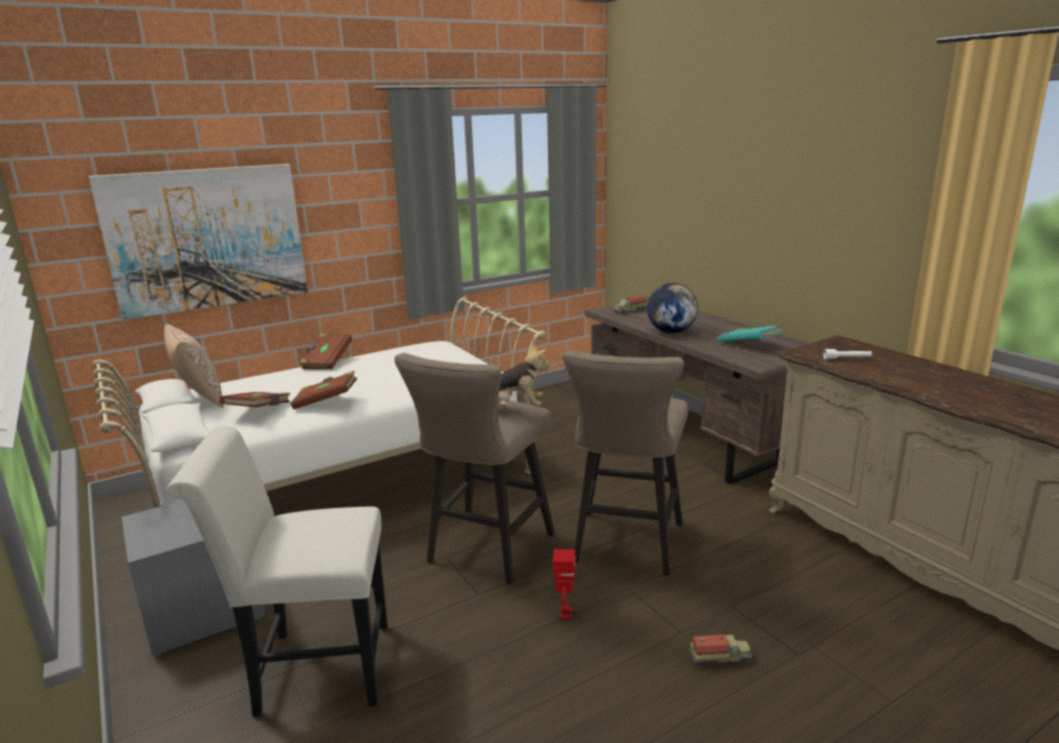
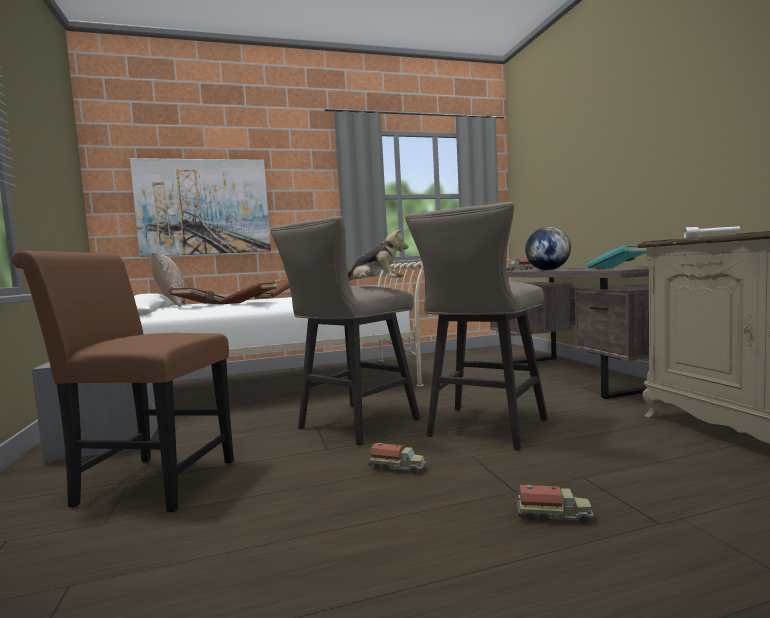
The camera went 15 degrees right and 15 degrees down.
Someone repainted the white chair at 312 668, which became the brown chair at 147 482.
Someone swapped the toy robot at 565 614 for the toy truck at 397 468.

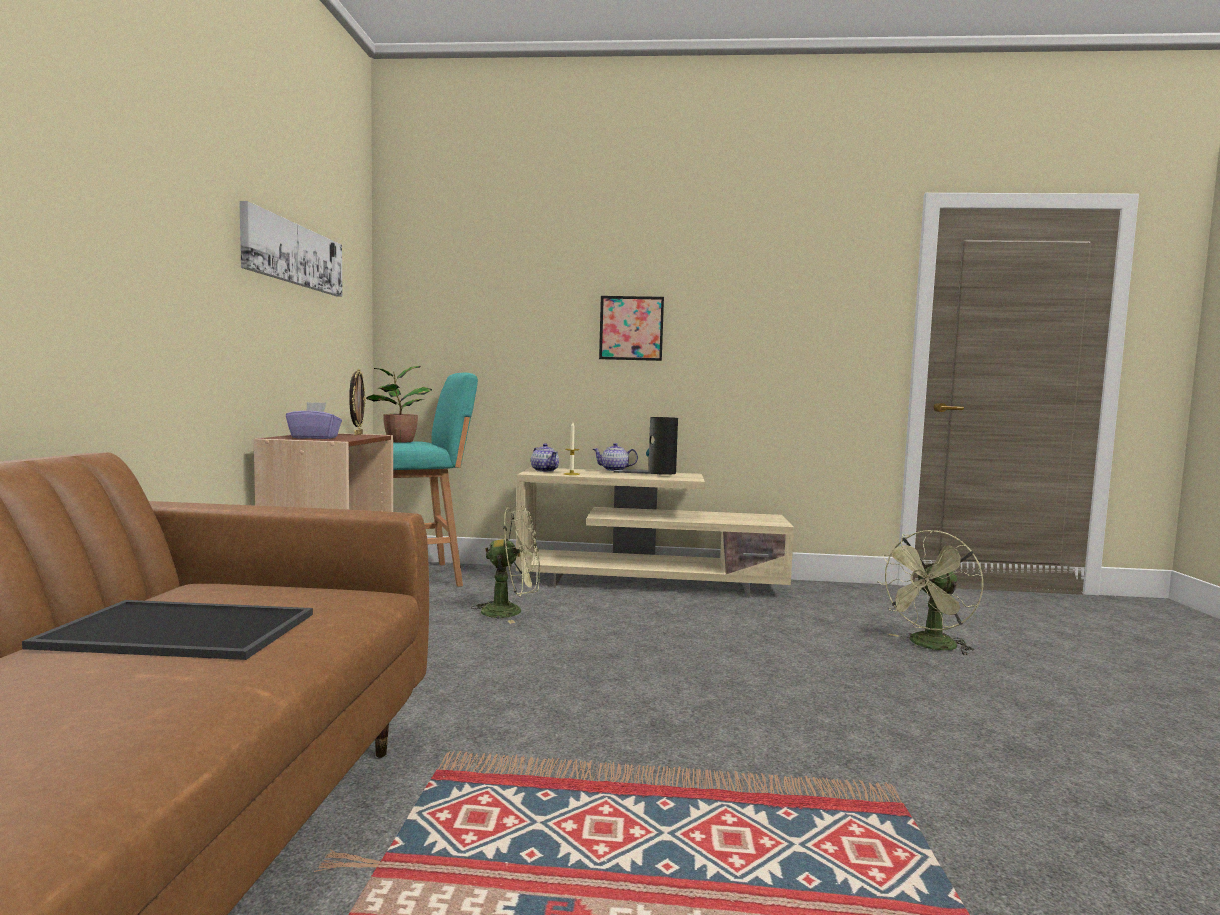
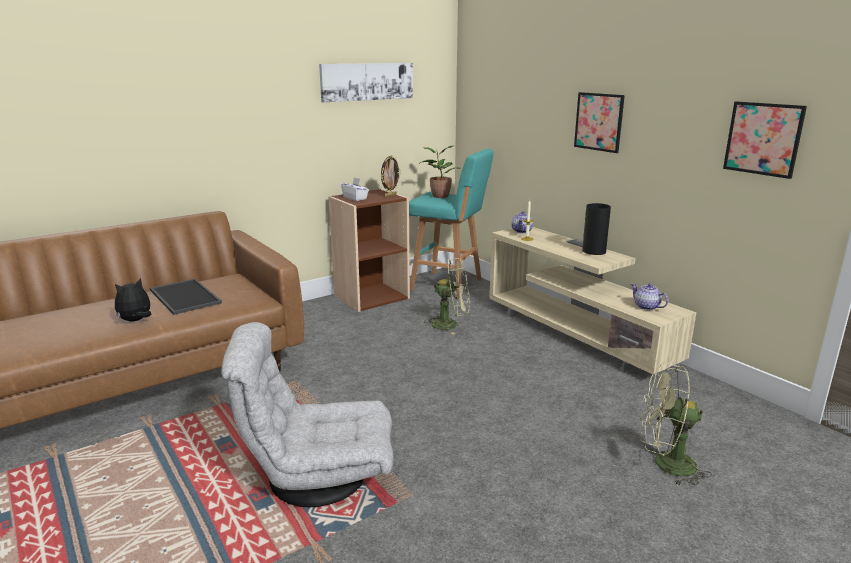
The camera went 50 degrees right and 15 degrees up.
Someone put down the plush toy at 136 321.
Someone put down the grey armchair at 319 474.
Someone repainted the purple tissue box at 315 438, which became the white tissue box at 355 198.
Someone rotated the green fan at 511 611 by 45 degrees counterclockwise.
Someone carried the teapot from 614 470 to 647 307.
Someone put up the picture at 763 139.

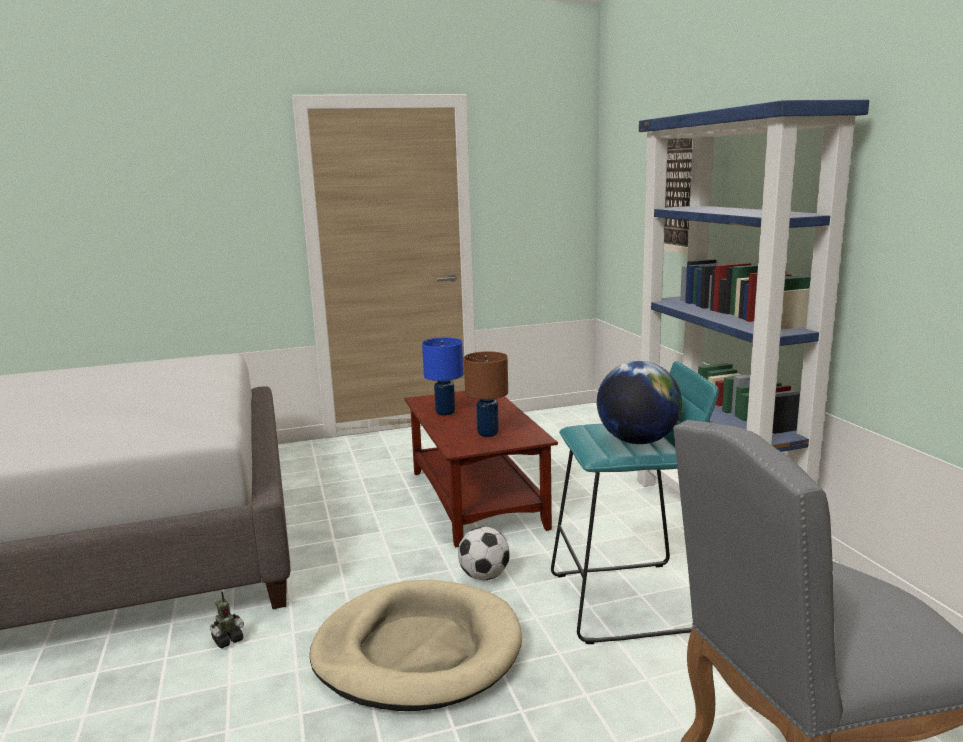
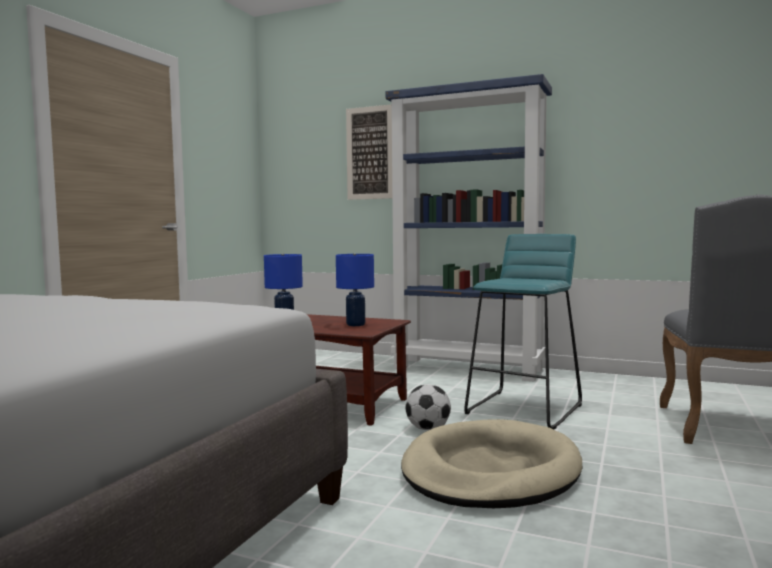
The camera went 50 degrees left and 10 degrees down.
Someone repainted the brown table lamp at 489 433, which became the blue table lamp at 356 325.
Someone took away the toy robot at 228 640.
Someone took away the globe at 637 441.

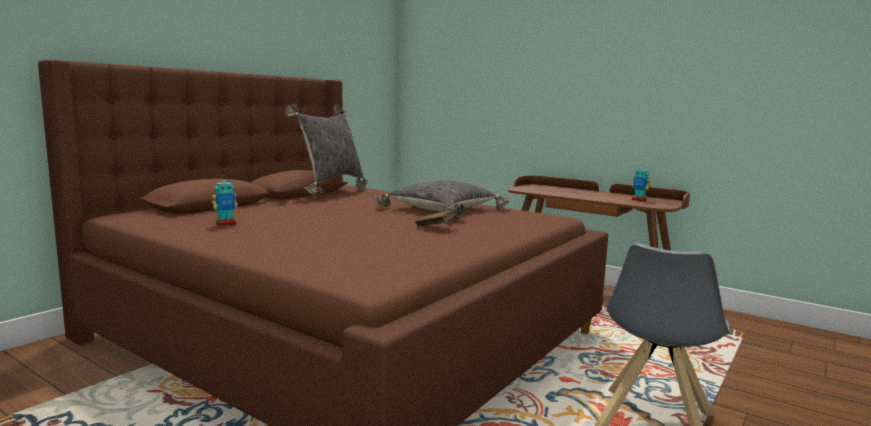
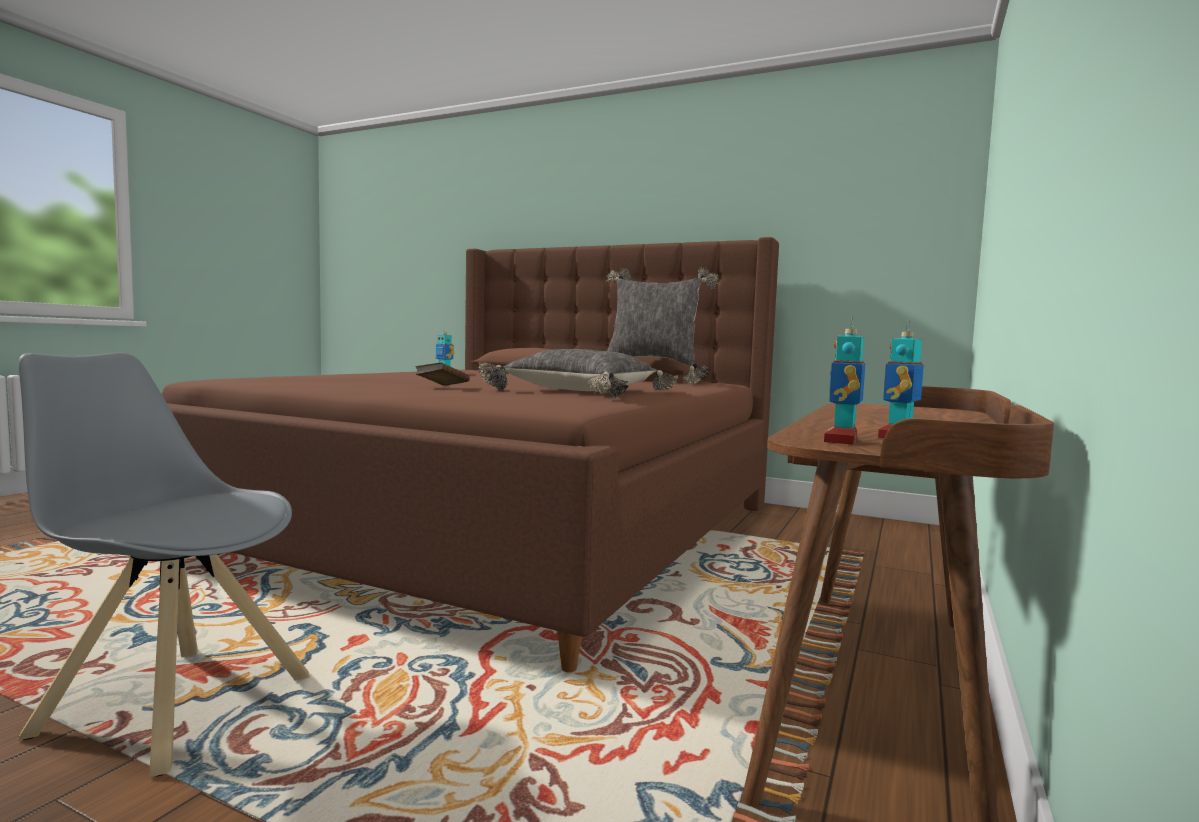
The camera went 80 degrees right and 5 degrees down.
Someone put down the toy robot at 842 441.

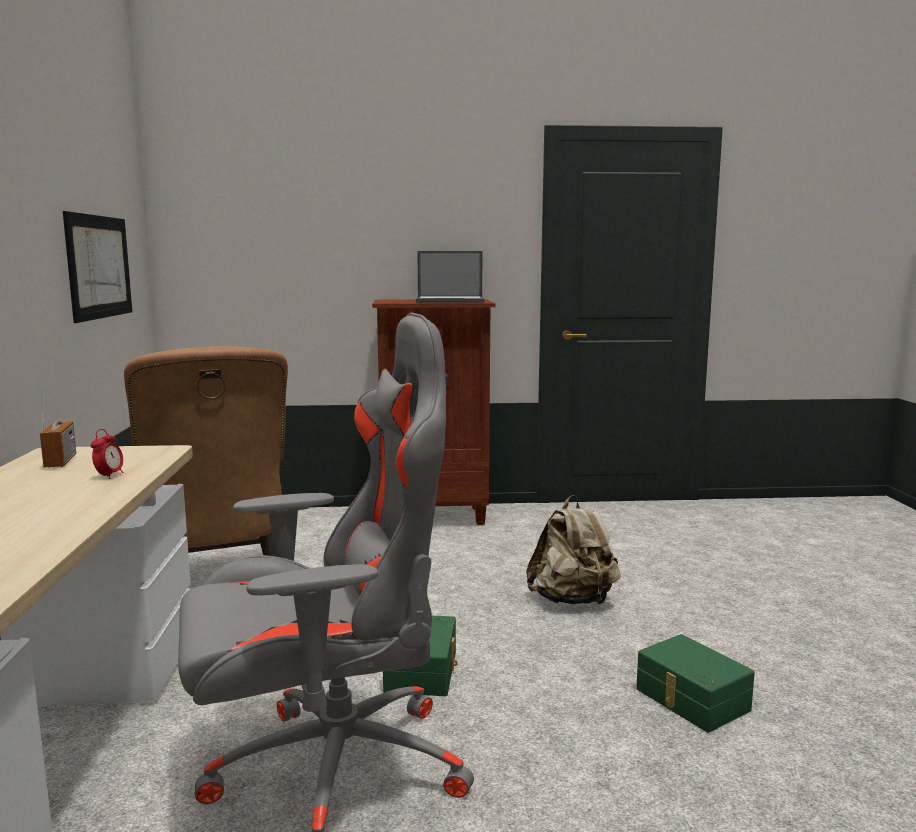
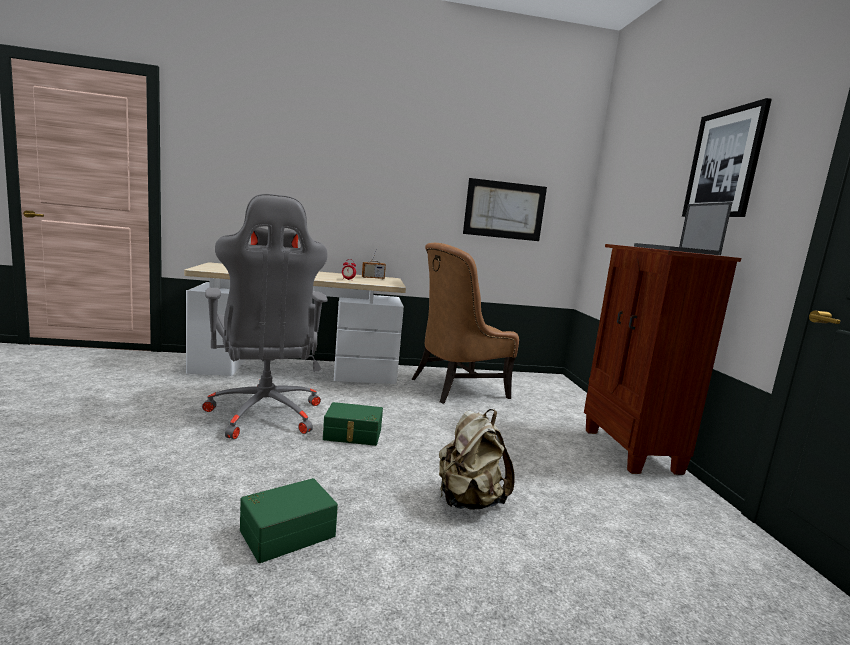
The camera went 85 degrees right and 0 degrees up.
Someone put up the picture at 724 164.

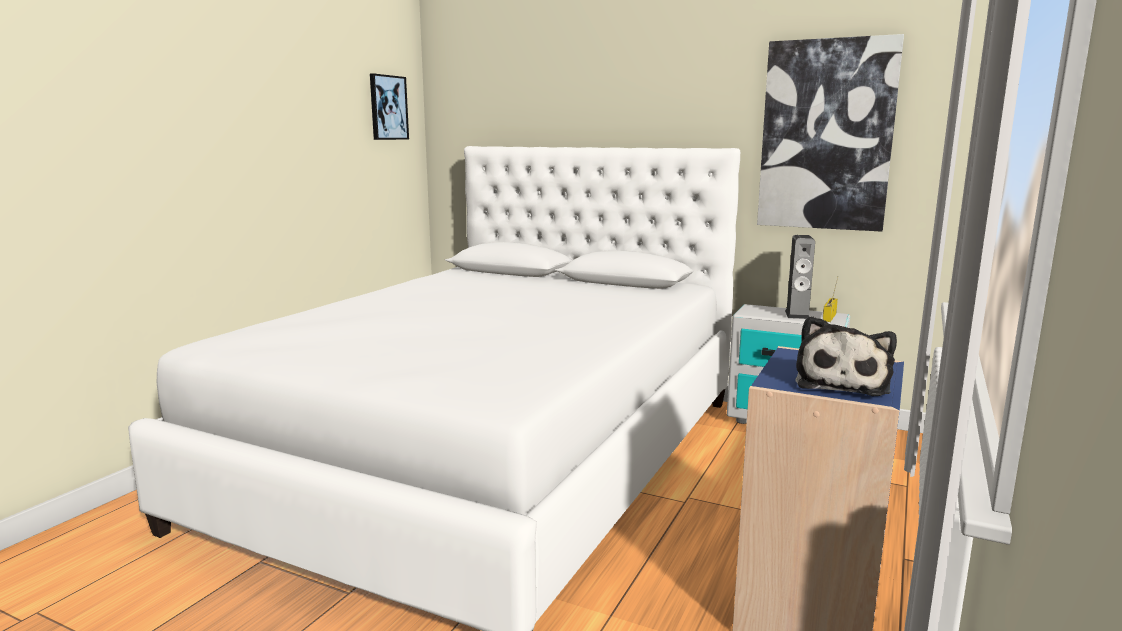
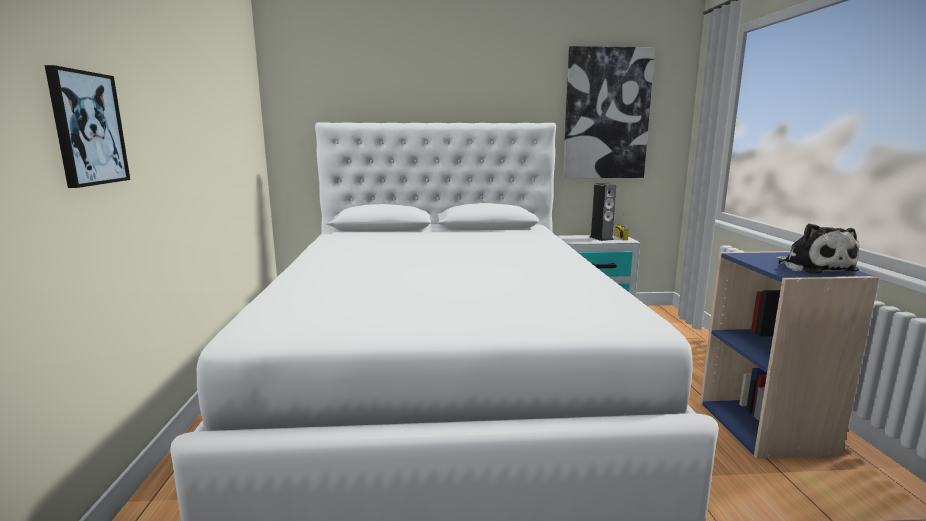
The camera went 30 degrees left and 0 degrees up.
Someone carried the picture from 388 107 to 87 128.

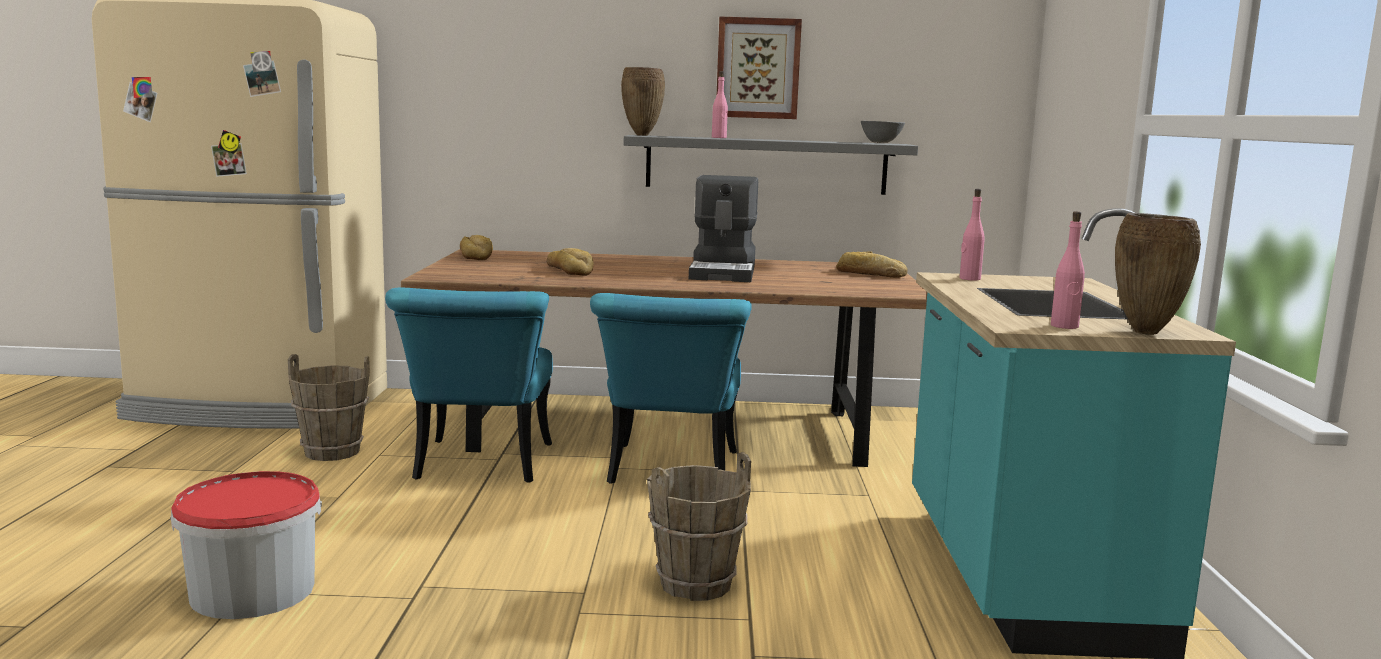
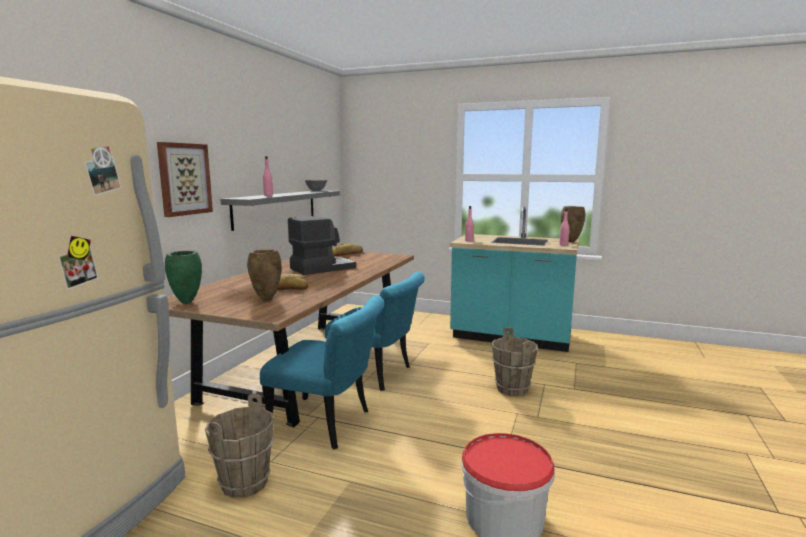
The camera went 70 degrees left and 0 degrees up.
Someone carried the picture from 758 68 to 184 179.
Someone swapped the bread at 475 255 for the green vase at 187 303.
Someone carried the brown vase from 642 135 to 266 299.
Someone rotated the coffee machine at 724 272 by 60 degrees counterclockwise.

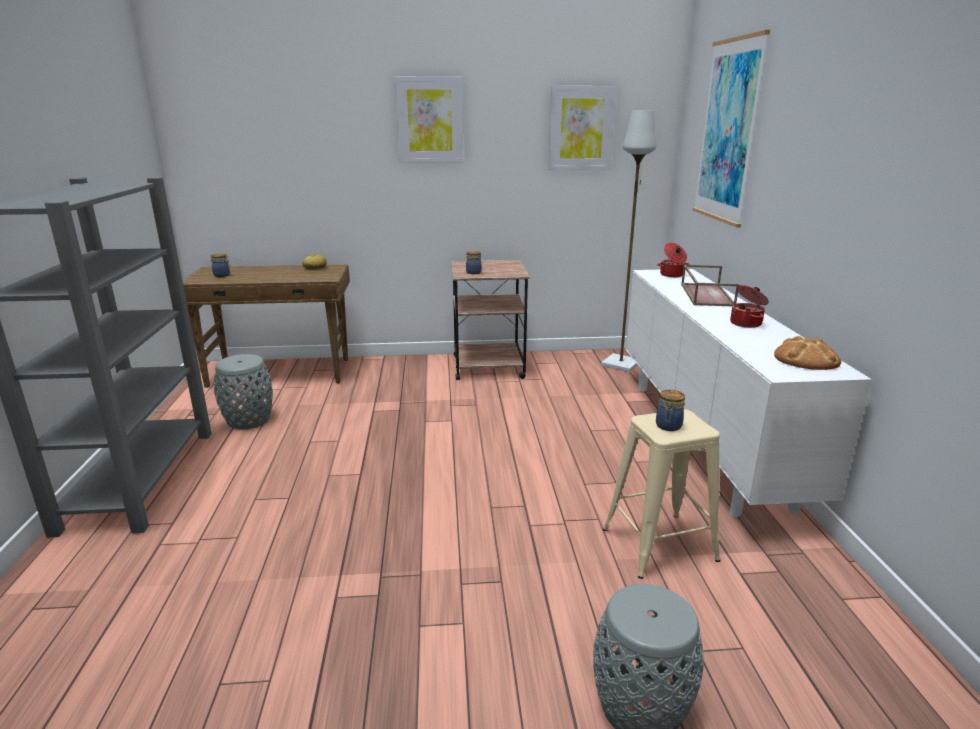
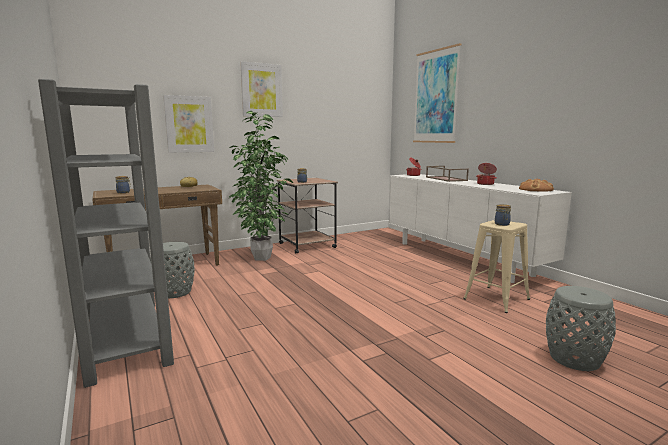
The camera went 25 degrees left and 10 degrees down.
Someone carried the picture from 581 128 to 189 124.
Someone put down the potted plant at 263 257.
Someone took away the grey floor lamp at 621 364.

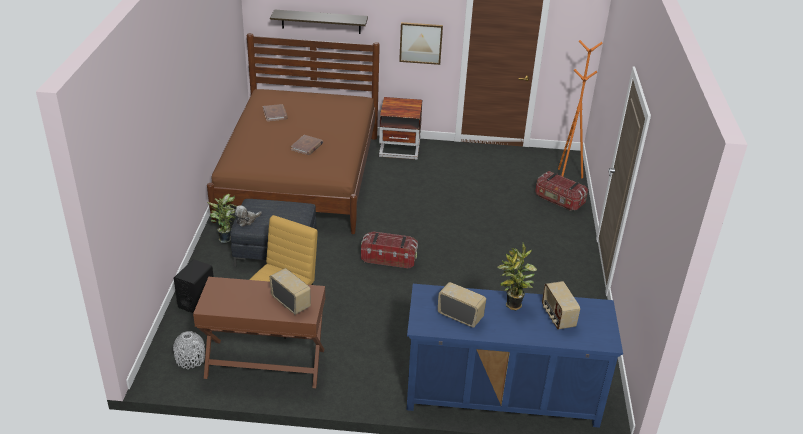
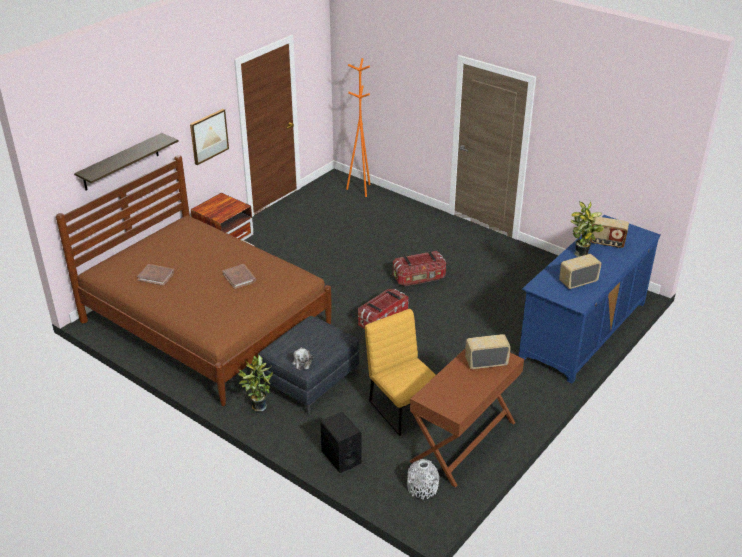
The camera went 55 degrees left and 0 degrees up.
Someone carried the storage box from 559 200 to 419 278.

